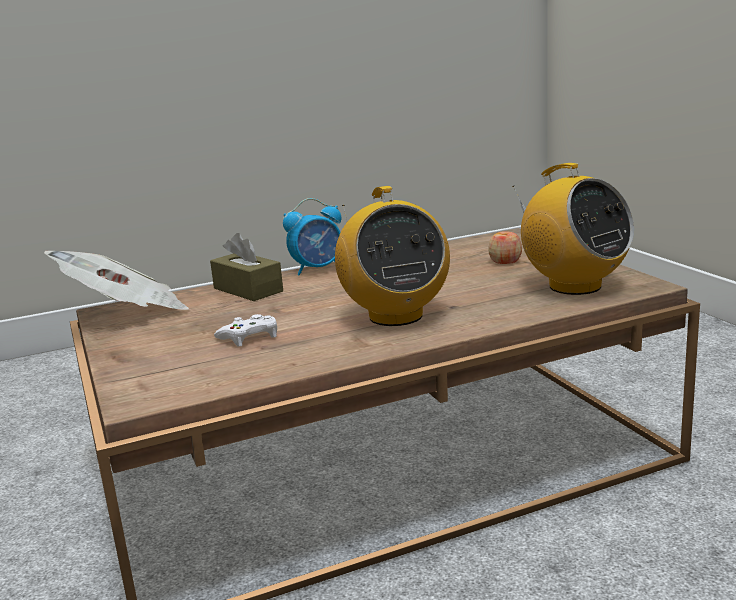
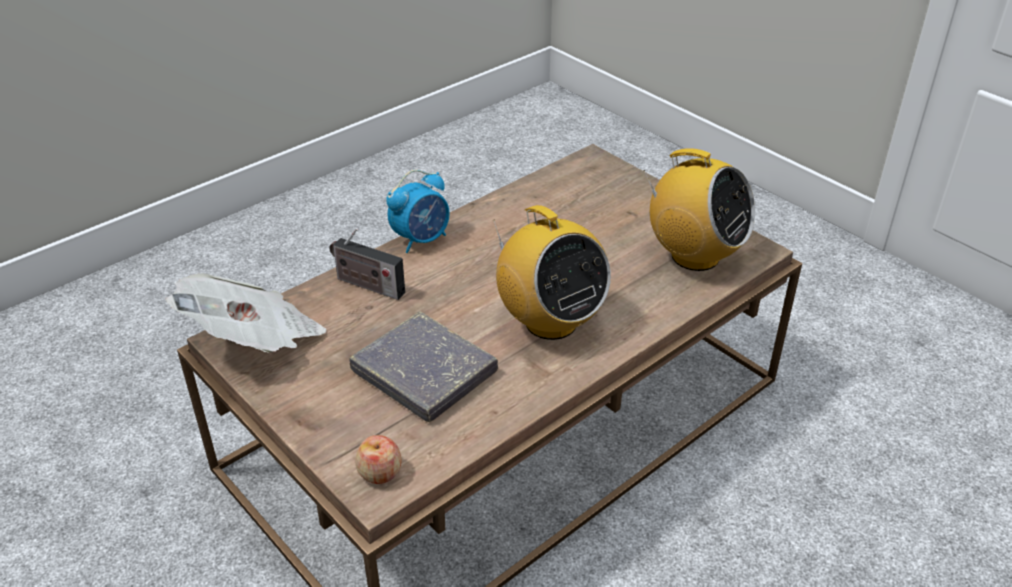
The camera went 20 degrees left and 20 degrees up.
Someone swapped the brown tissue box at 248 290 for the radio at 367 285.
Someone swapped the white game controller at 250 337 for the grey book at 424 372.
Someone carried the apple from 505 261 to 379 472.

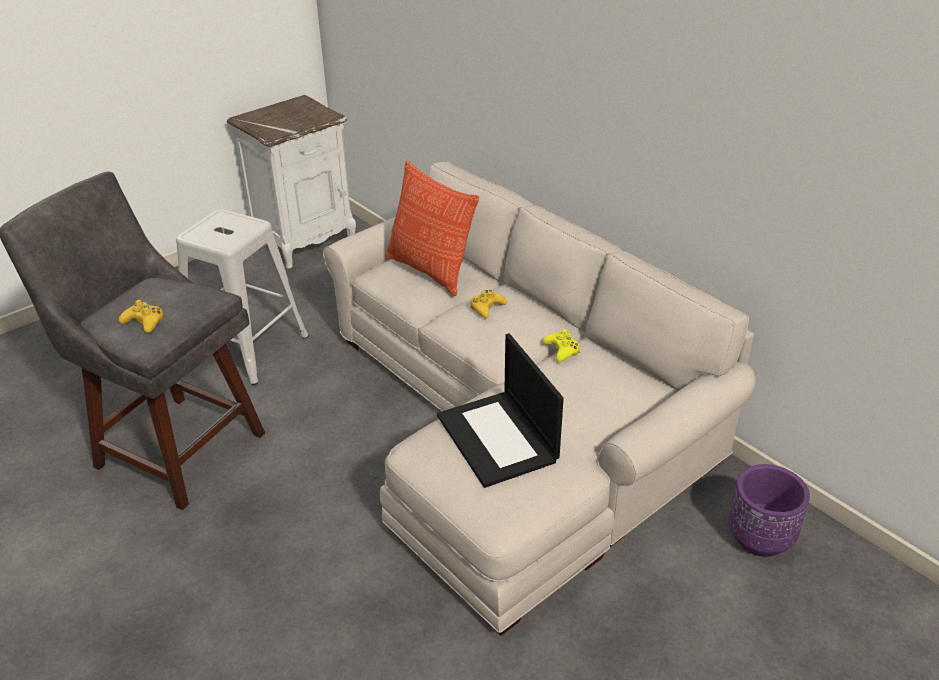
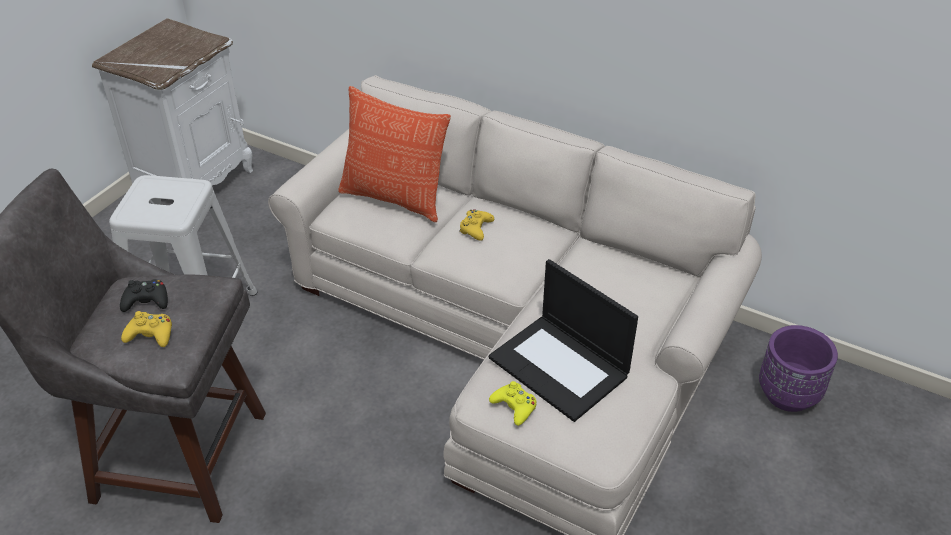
The camera went 20 degrees left and 5 degrees up.
Someone put down the black game controller at 146 301.
Someone carried the yellow game controller from 562 350 to 514 407.

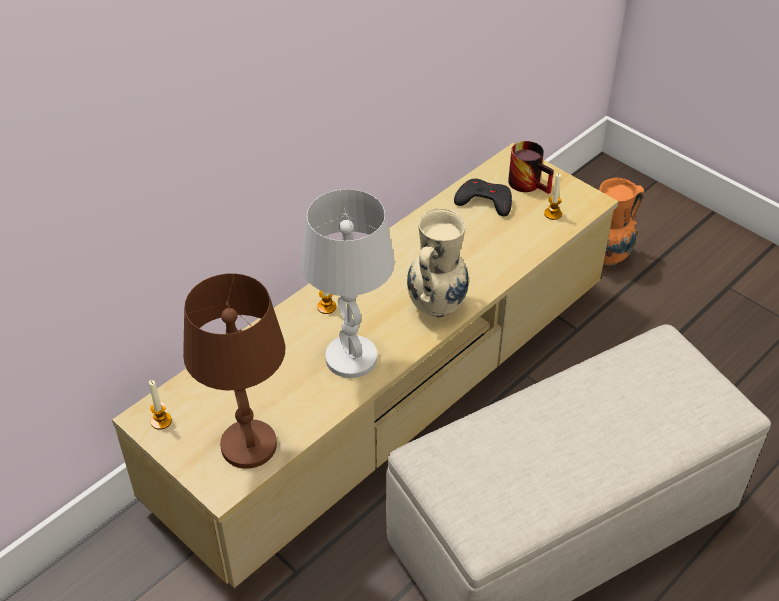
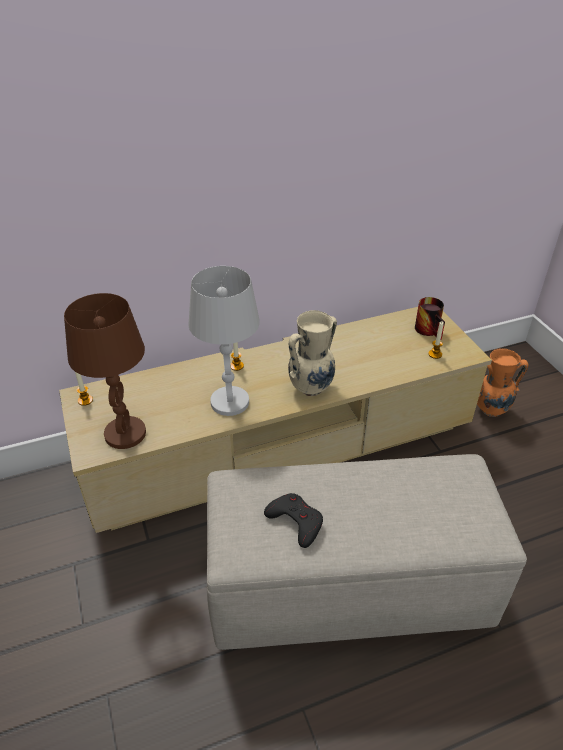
The camera went 25 degrees right and 5 degrees down.
Someone carried the black game controller from 484 201 to 295 521.

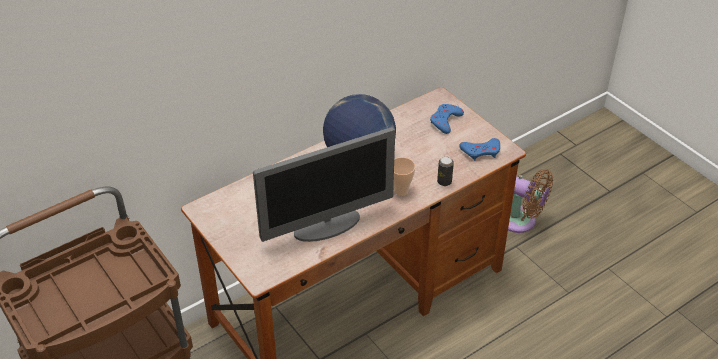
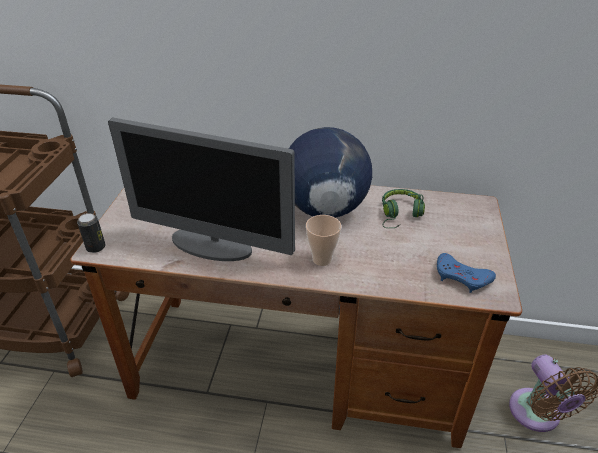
The camera went 45 degrees right and 5 degrees down.
Someone carried the can from 444 181 to 96 247.
Someone put down the green headphones at 400 214.
Someone took away the blue game controller at 445 121.

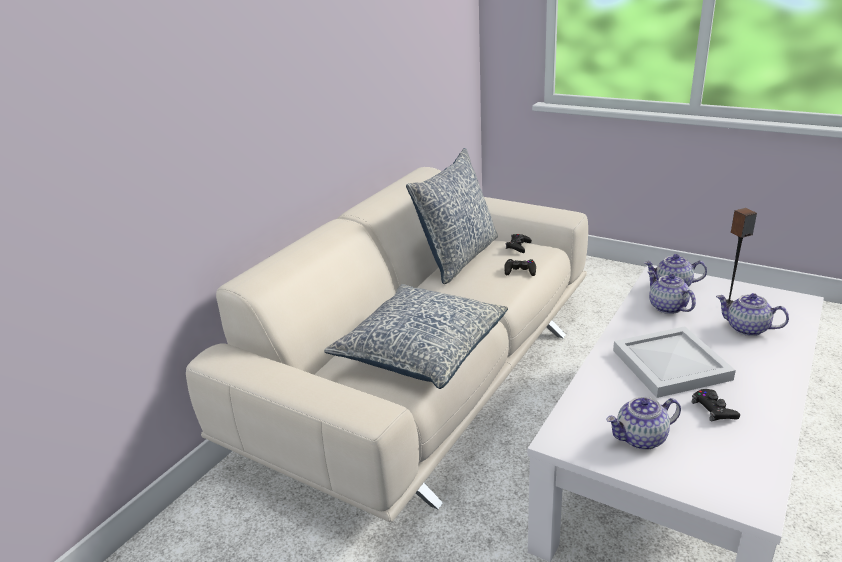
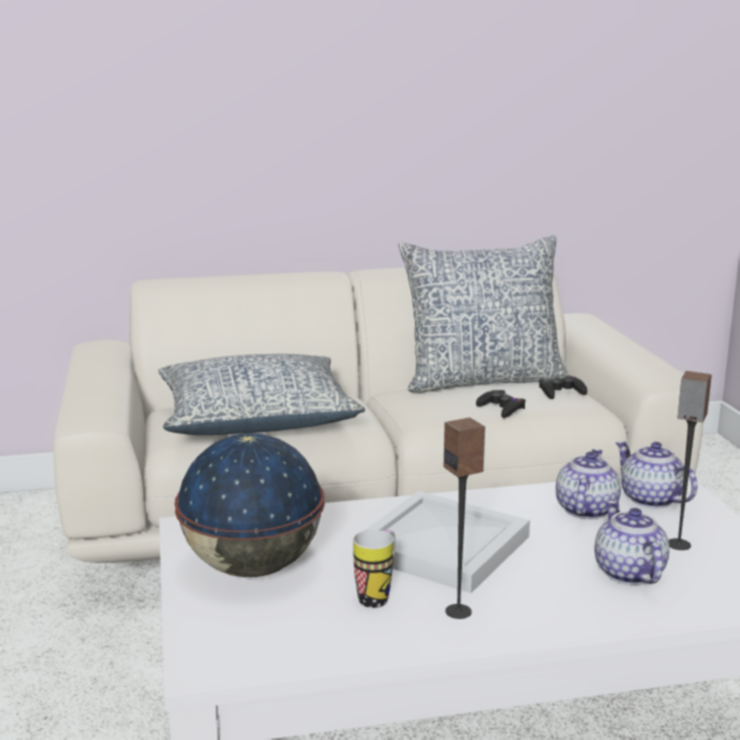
The camera went 45 degrees right and 10 degrees down.
Someone swapped the teapot at 641 439 for the globe at 253 568.
Someone swapped the black game controller at 713 409 for the mug at 378 596.
Someone put down the speaker at 459 611.

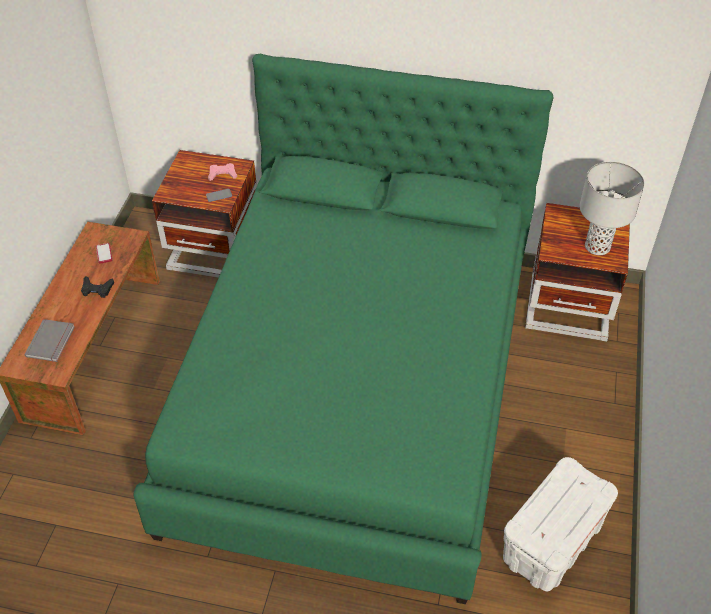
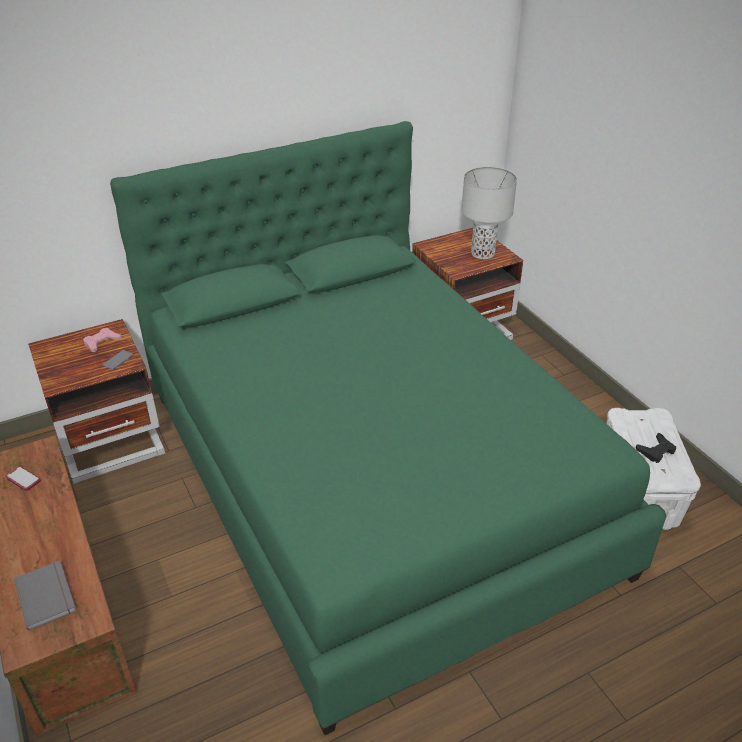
The camera went 40 degrees left and 10 degrees down.
Someone carried the black game controller from 97 289 to 656 451.

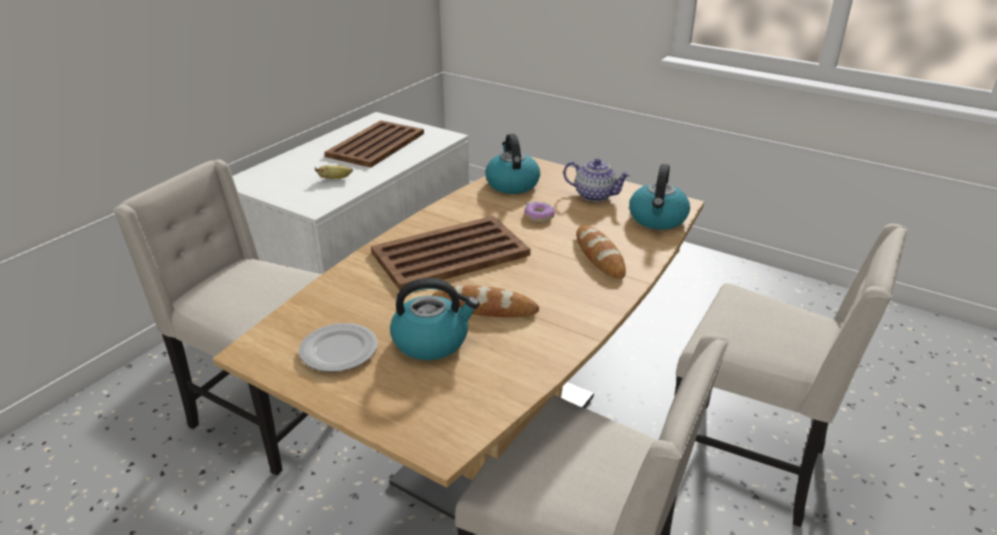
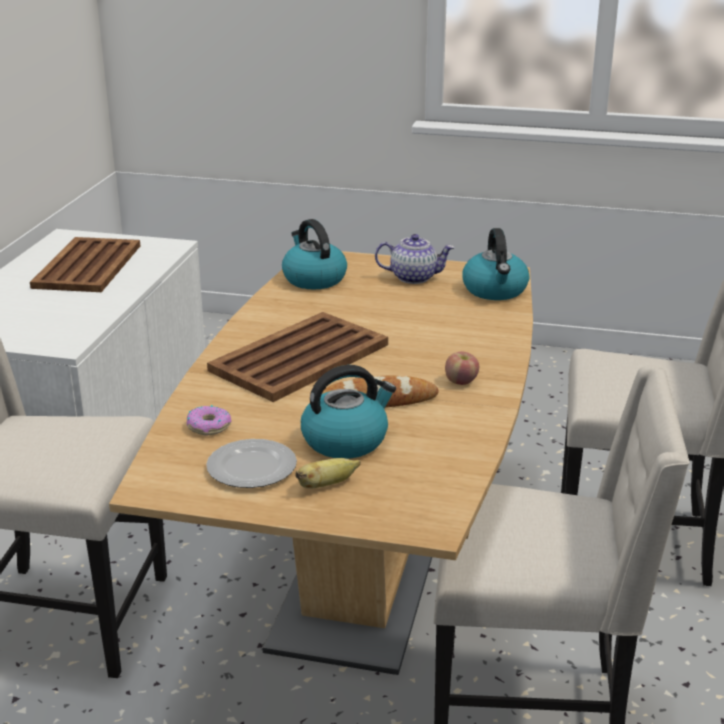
The camera went 20 degrees left and 5 degrees down.
Someone carried the donut from 539 216 to 209 426.
Someone carried the banana from 335 179 to 326 485.
Someone put down the apple at 461 381.
Someone took away the bread at 599 255.

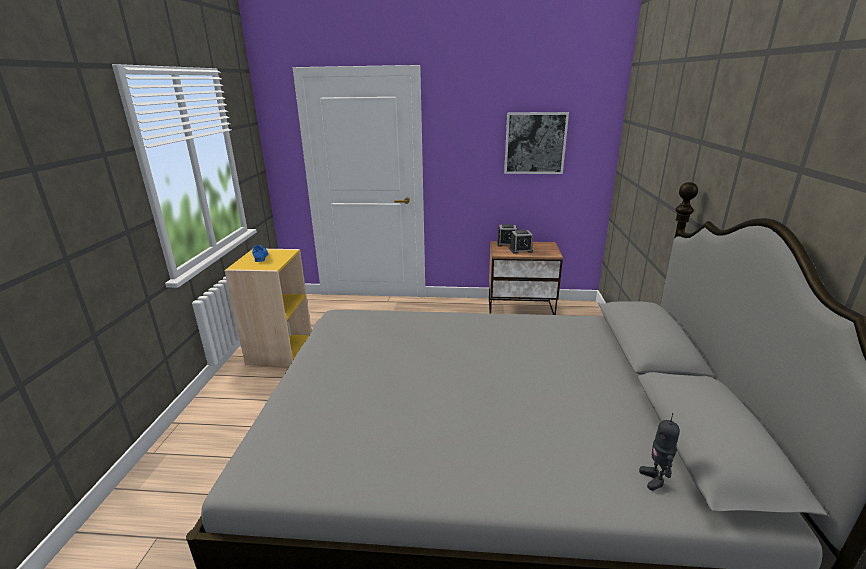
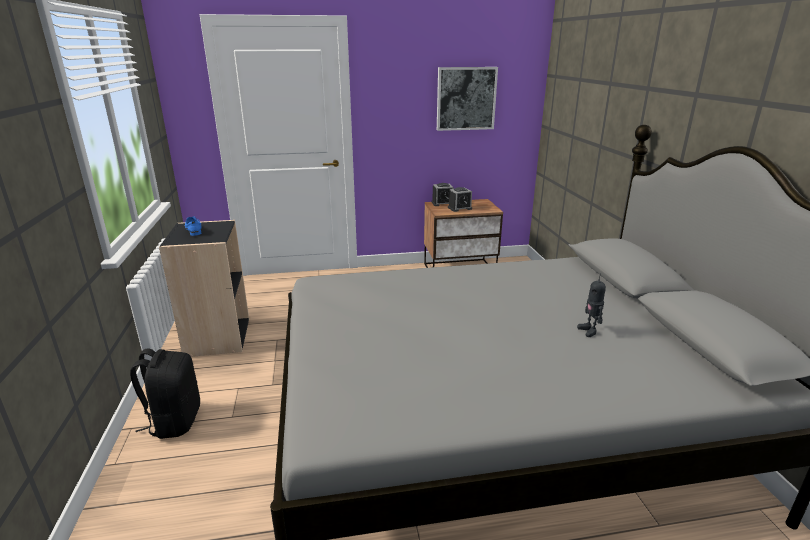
The camera went 15 degrees left and 0 degrees up.
Someone put down the black backpack at 175 421.
Someone repainted the yellow bookcase at 279 349, which became the black bookcase at 217 336.
Someone carried the toy robot from 654 479 to 589 331.

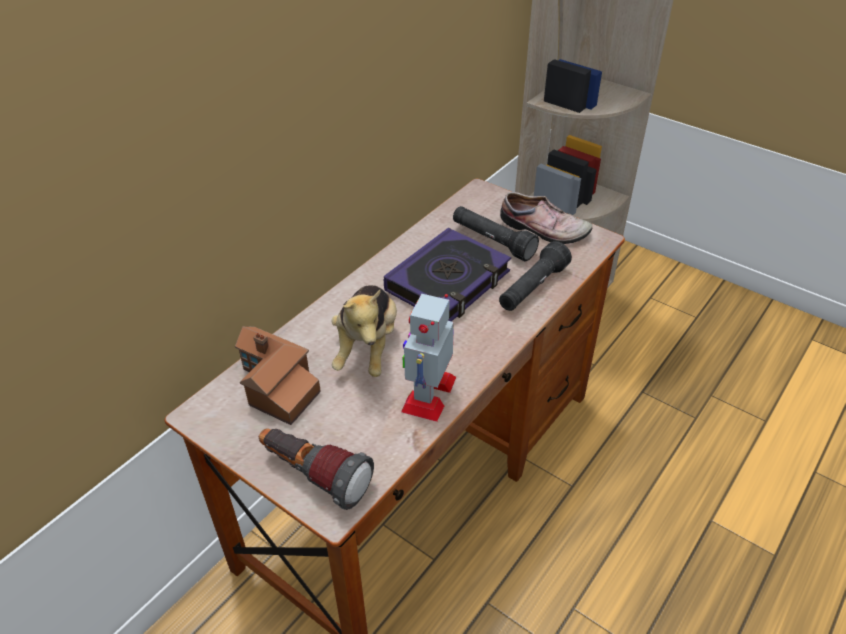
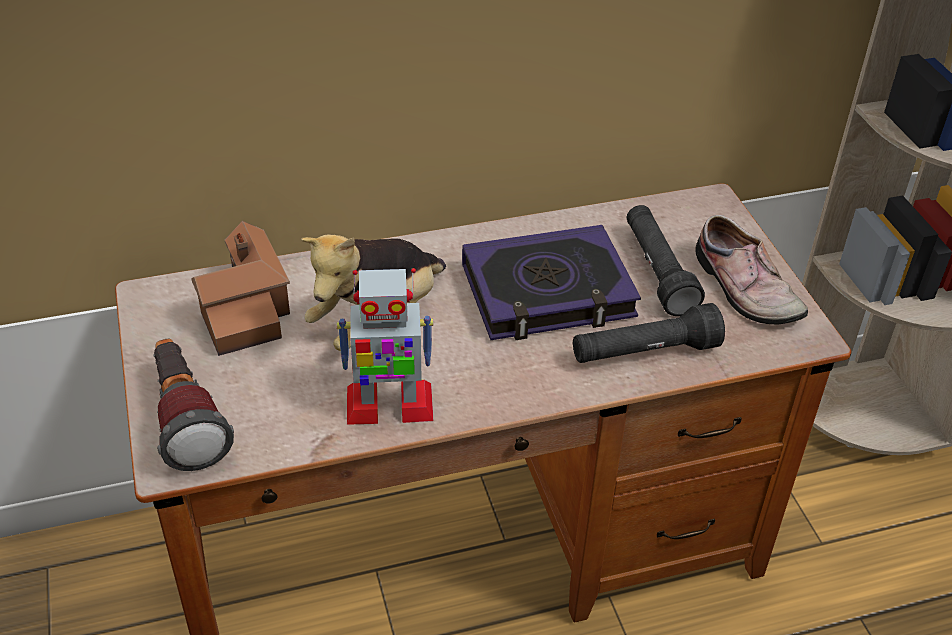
The camera went 35 degrees right and 0 degrees up.
Someone rotated the toy robot at 429 393 by 150 degrees counterclockwise.

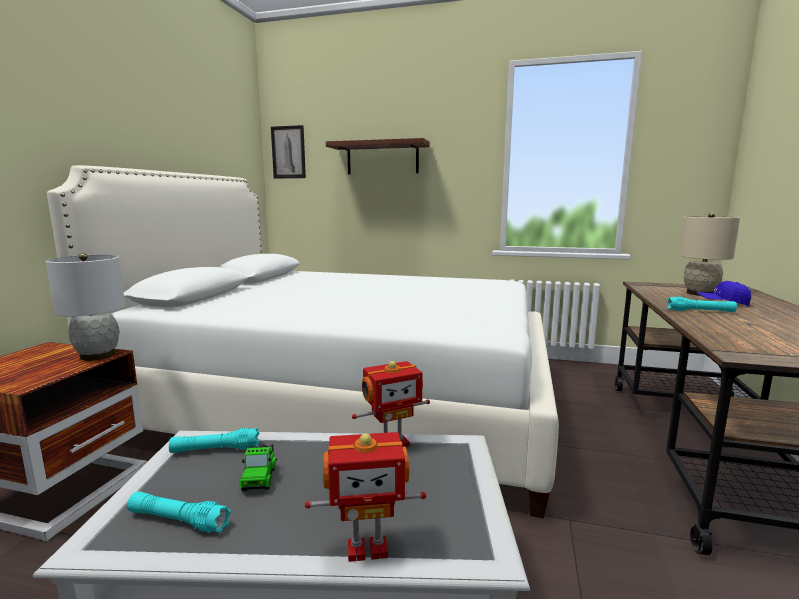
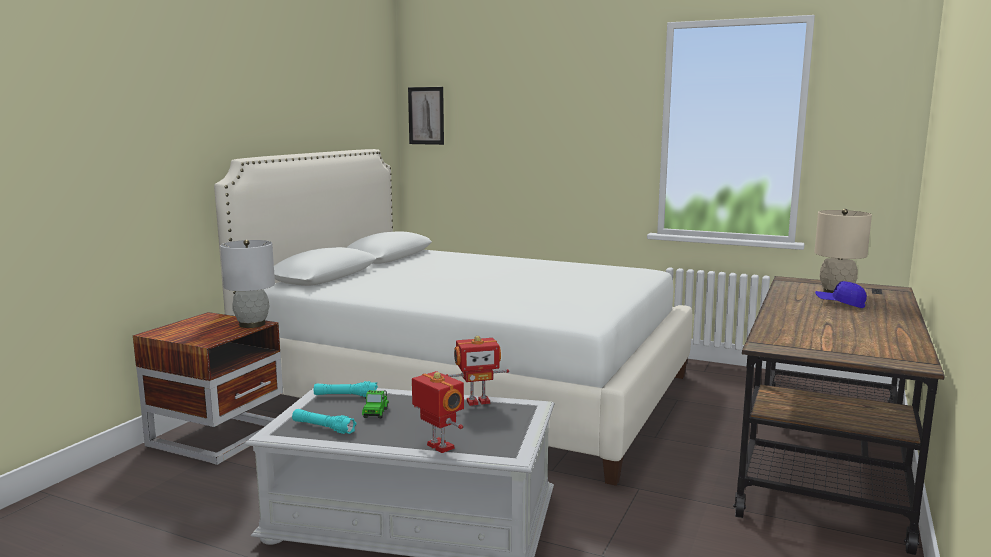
The camera went 10 degrees right and 0 degrees up.
Someone rotated the toy robot at 367 547 by 135 degrees counterclockwise.
Someone took away the shelf at 382 158.
Someone took away the turquoise flashlight at 700 311.

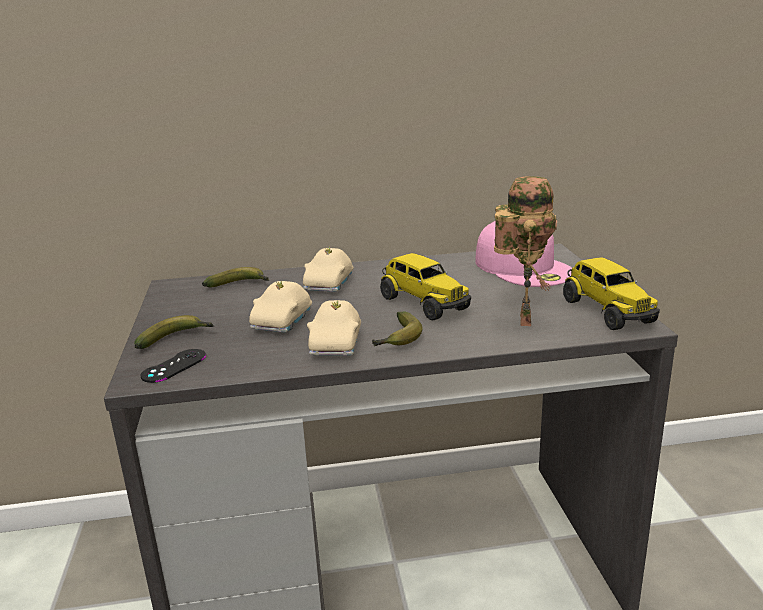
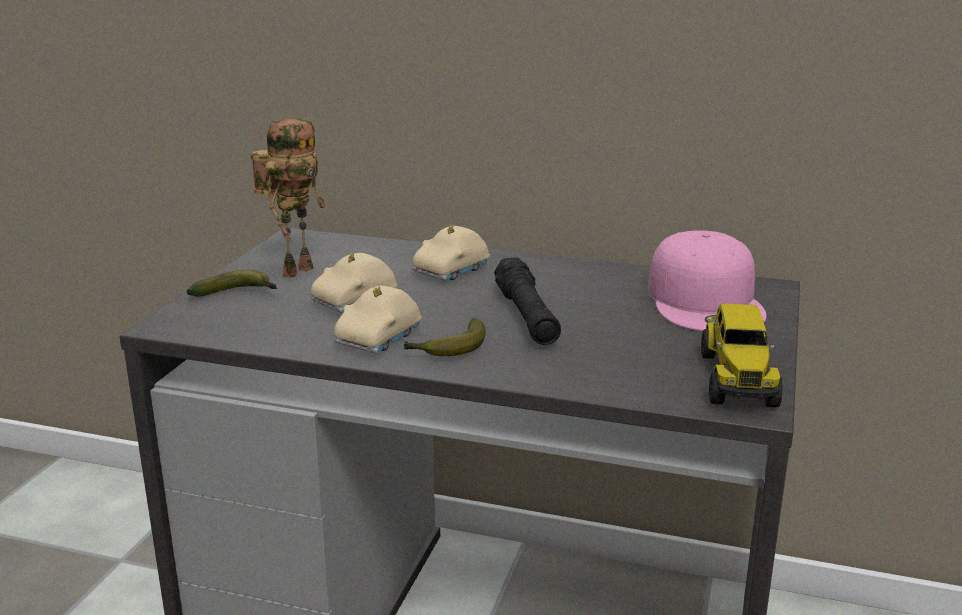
The camera went 25 degrees right and 0 degrees up.
Someone carried the toy robot from 521 318 to 297 270.
Someone swapped the toy truck at 423 303 for the black flashlight at 526 316.
Someone took away the black game controller at 174 366.
Someone took away the banana at 240 285.

